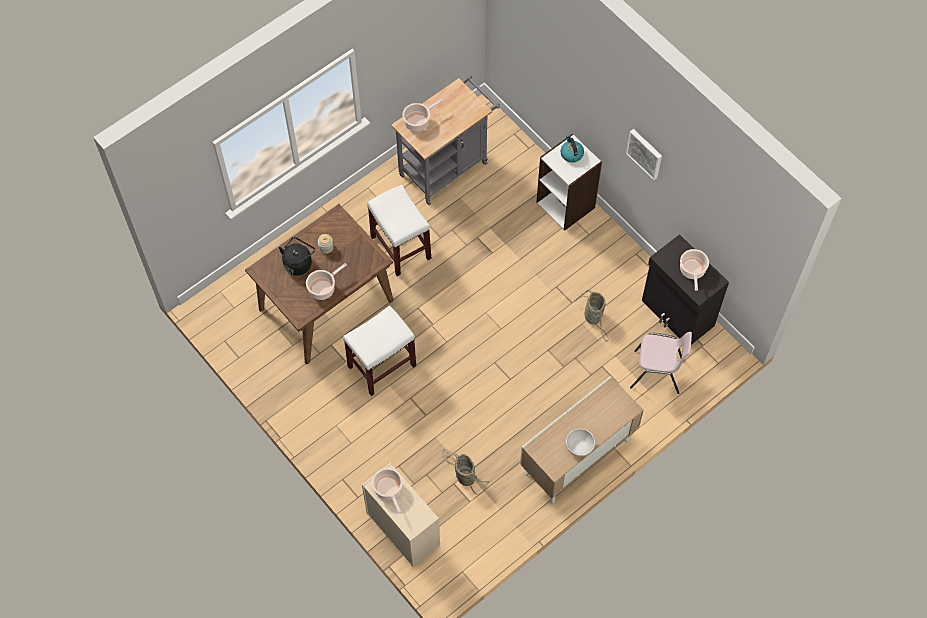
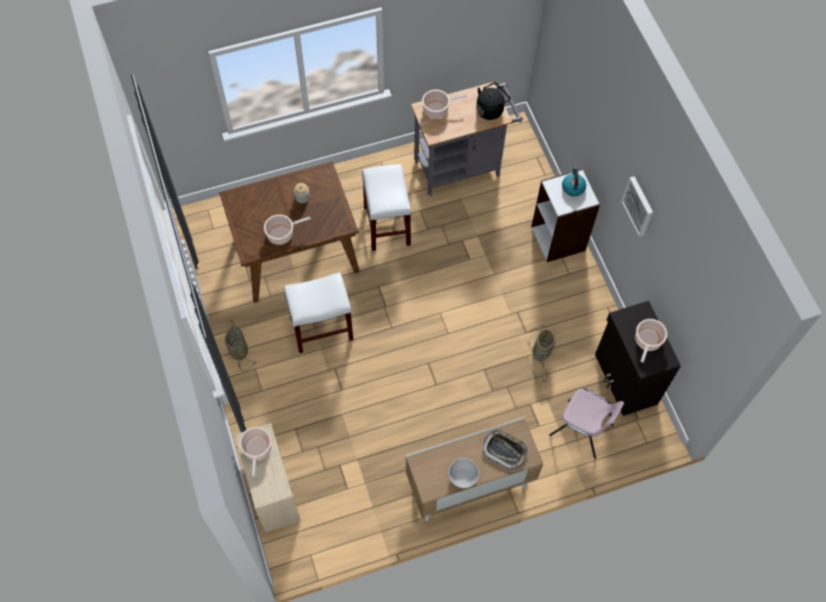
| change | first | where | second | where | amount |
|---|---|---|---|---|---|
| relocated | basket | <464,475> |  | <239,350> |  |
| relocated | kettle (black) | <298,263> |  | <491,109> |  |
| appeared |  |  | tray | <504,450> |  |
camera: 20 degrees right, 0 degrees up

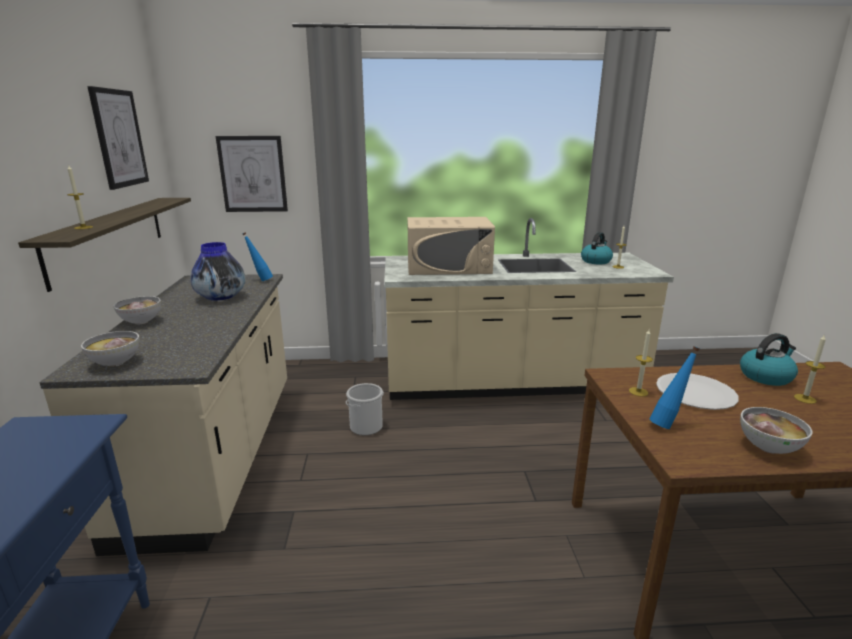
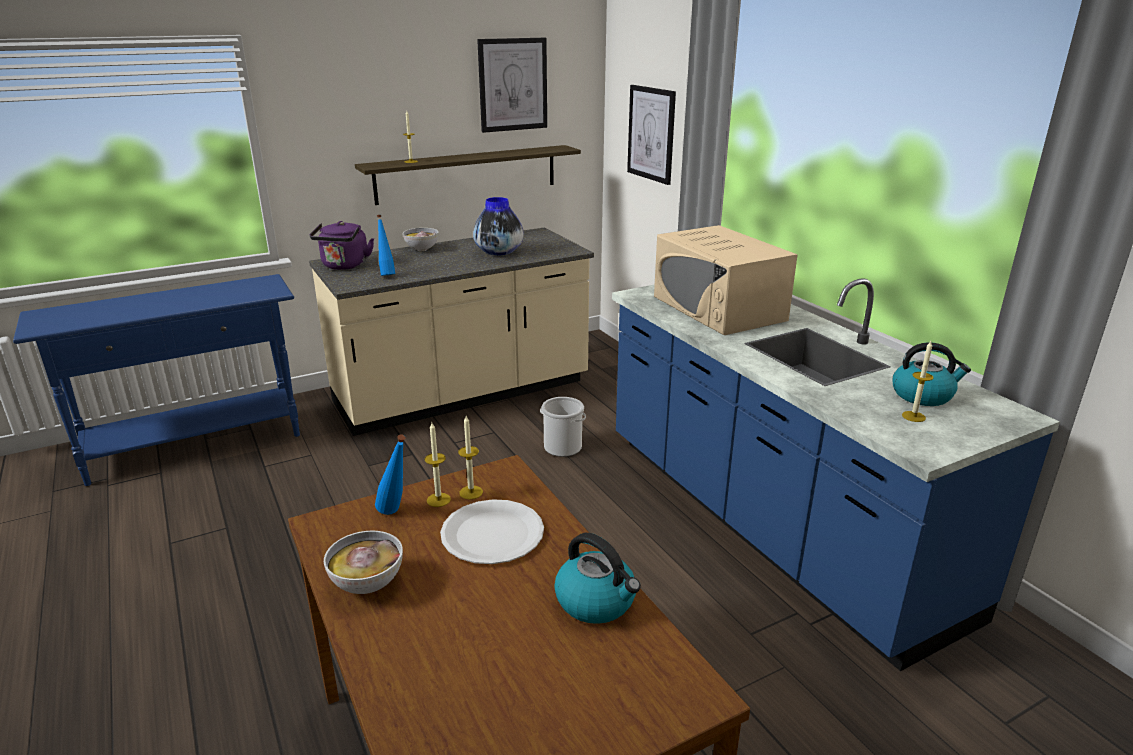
| change | first | where | second | where | amount |
|---|---|---|---|---|---|
| exchanged | bowl | <115,363> | kettle (purple) | <344,266> |  |
| relocated | bottle (blue) | <260,280> |  | <387,274> |  |
| relocated | candle | <805,399> |  | <438,500> |  |
| colour | counter (beige) | <511,382> | counter (blue) | <770,522> |  |
camera: 65 degrees right, 5 degrees up

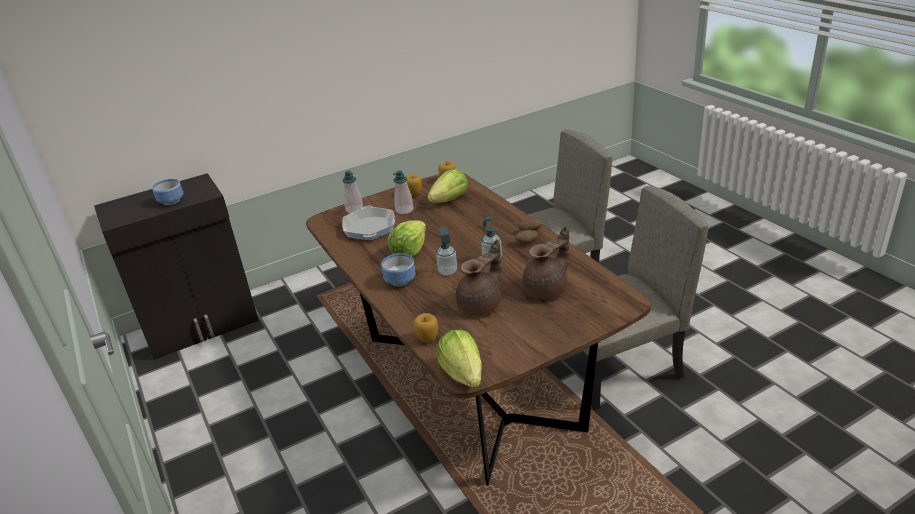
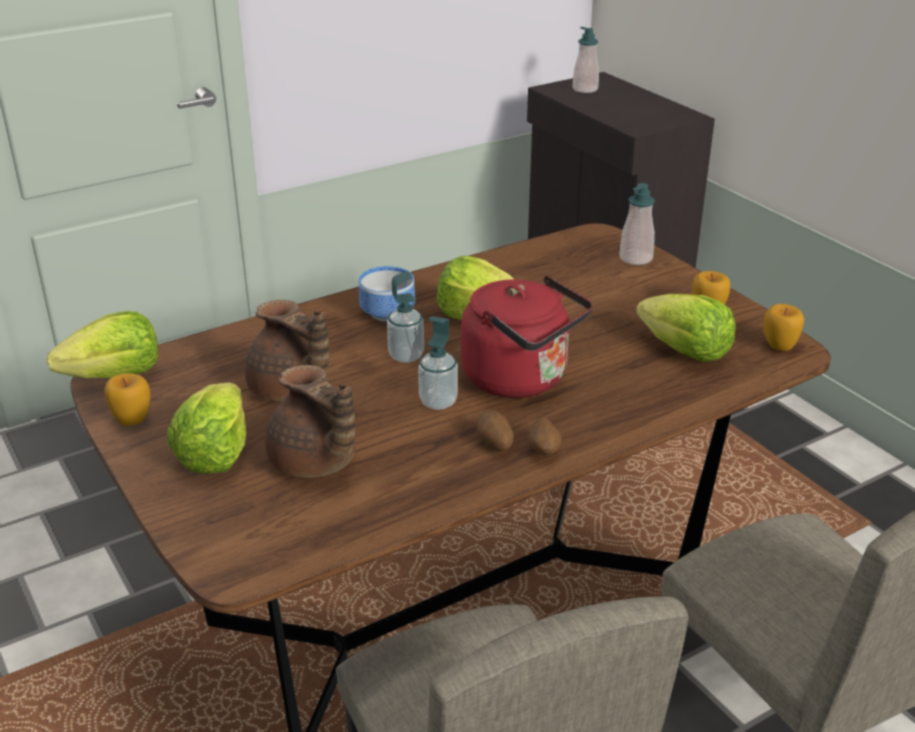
| change | first | where | second | where | amount |
|---|---|---|---|---|---|
| relocated | apple | <427,339> |  | <132,419> |  |
| appeared |  |  | lettuce | <215,453> |  |
| appeared |  |  | kettle (red) | <521,379> |  |
| relocated | soap dispenser | <404,210> |  | <585,89> |  |
| missing | bowl | <172,201> |  |  |  |
| missing | frying pan | <369,228> |  |  |  |
camera: 85 degrees right, 0 degrees up

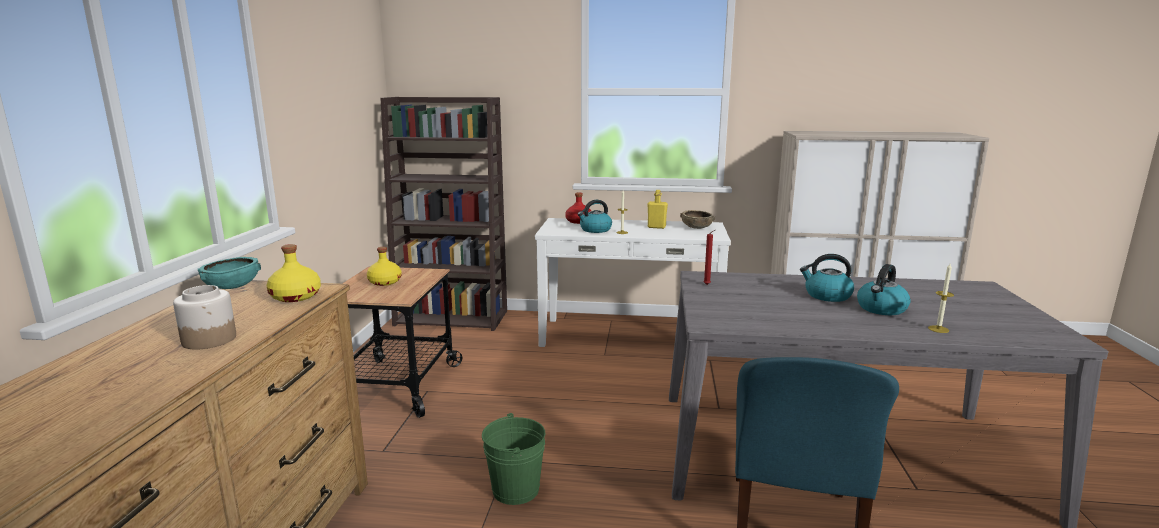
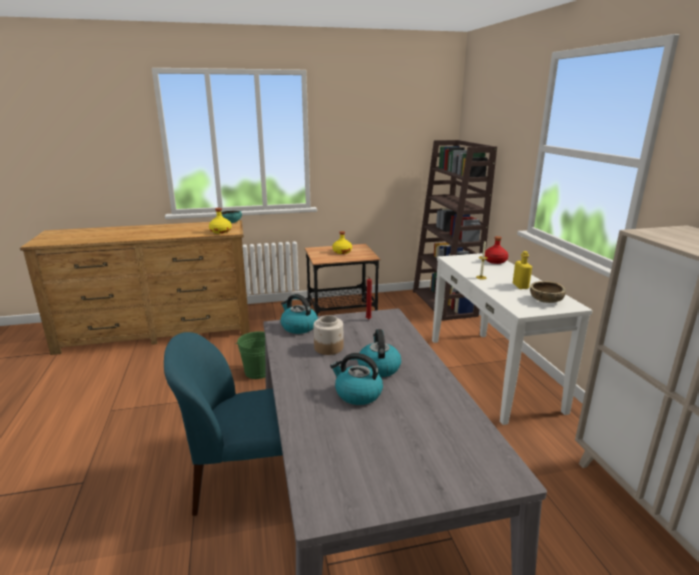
| change | first | where | second | where | amount |
|---|---|---|---|---|---|
| relocated | kettle | <595,230> |  | <298,327> |  |
| relocated | jar | <210,339> |  | <329,348> |  |
| missing | candle | <938,329> |  |  |  |
camera: 70 degrees right, 5 degrees up

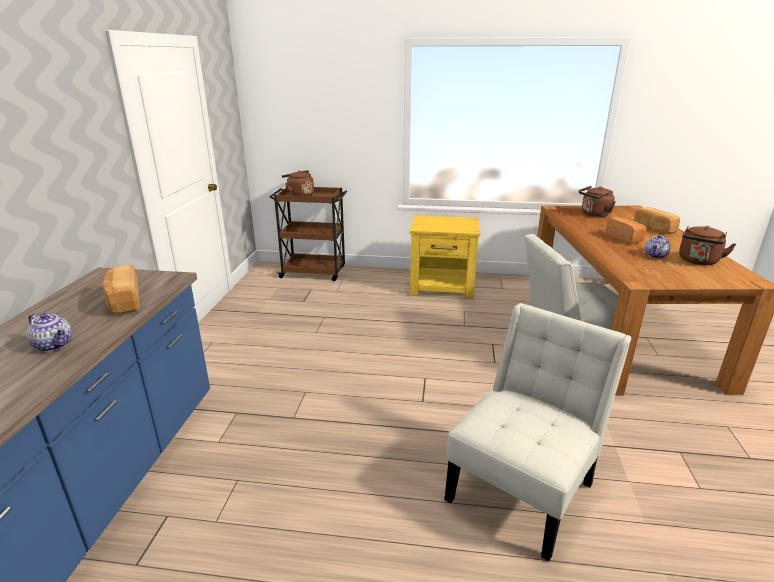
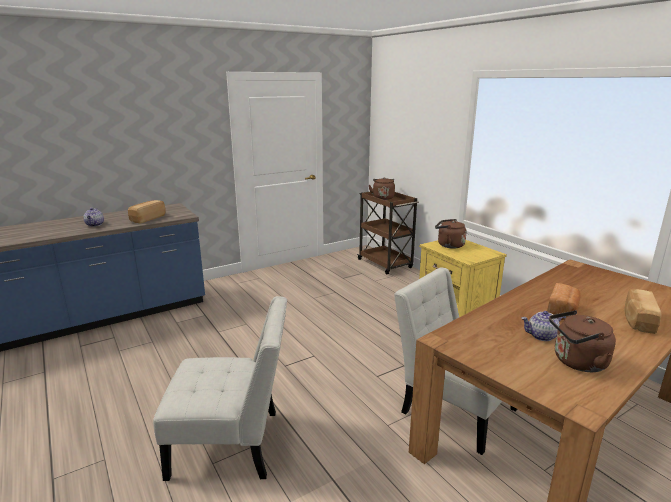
| change | first | where | second | where | amount |
|---|---|---|---|---|---|
| relocated | kettle (brown) | <594,214> |  | <448,245> |  |
camera: 50 degrees right, 5 degrees down

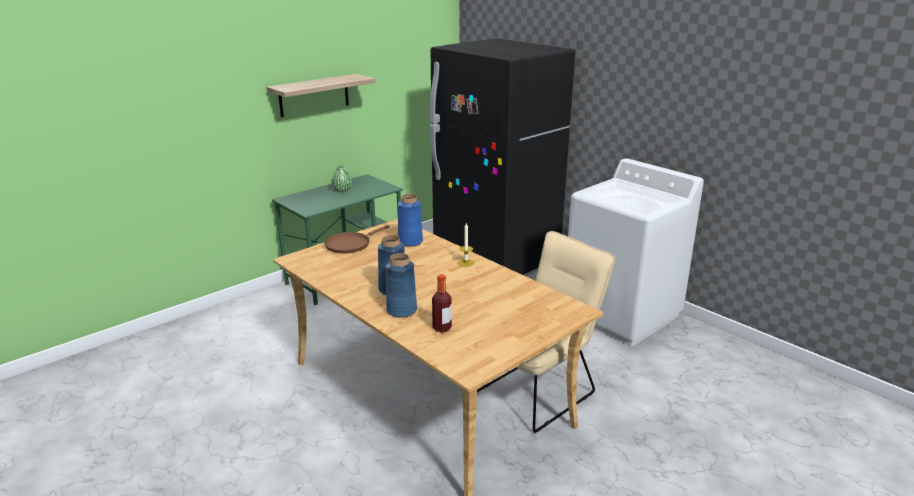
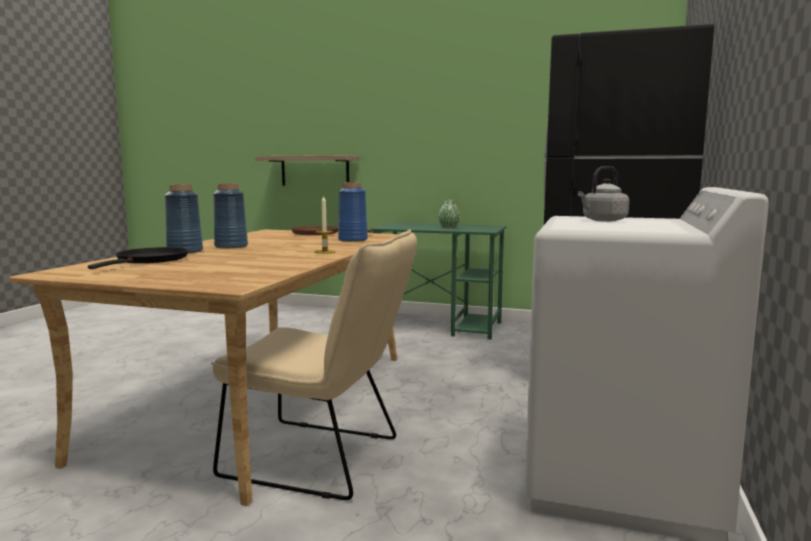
| change | first | where | second | where | amount |
|---|---|---|---|---|---|
| exchanged | bottle | <442,328> | frying pan (black) | <150,260> |  |
| relocated | shelf | <314,95> |  | <315,171> |  |
| appeared |  |  | kettle (grey) | <602,220> |  |
camera: 60 degrees right, 15 degrees down

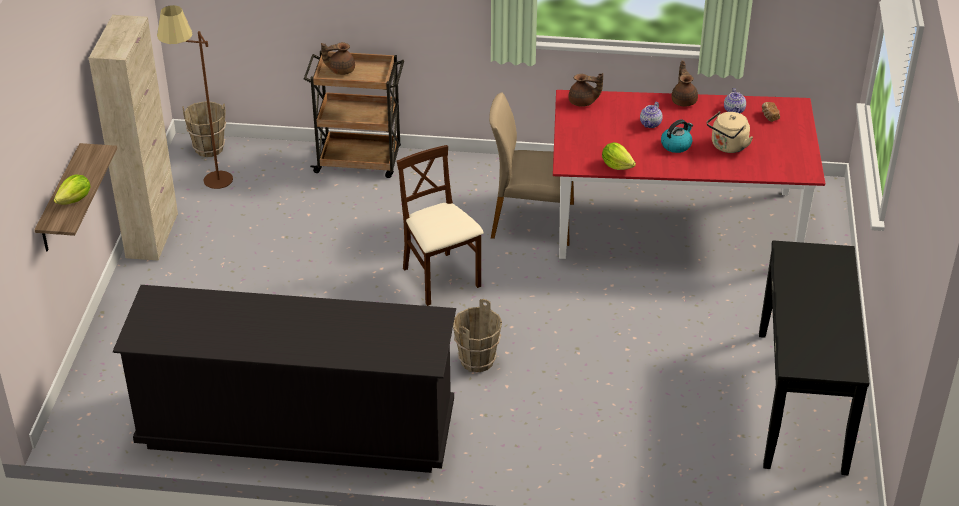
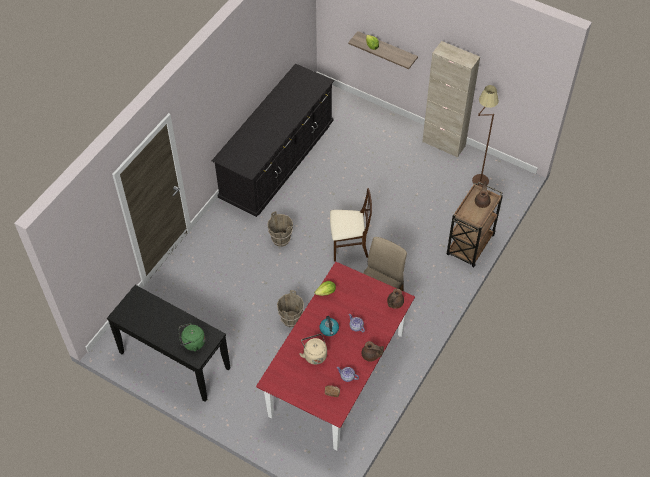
| change | first | where | second | where | amount |
|---|---|---|---|---|---|
| appeared |  |  | kettle (green) | <192,343> |  |
| relocated | bucket (brown) | <209,148> |  | <291,319> |  |
camera: 115 degrees right, 15 degrees up

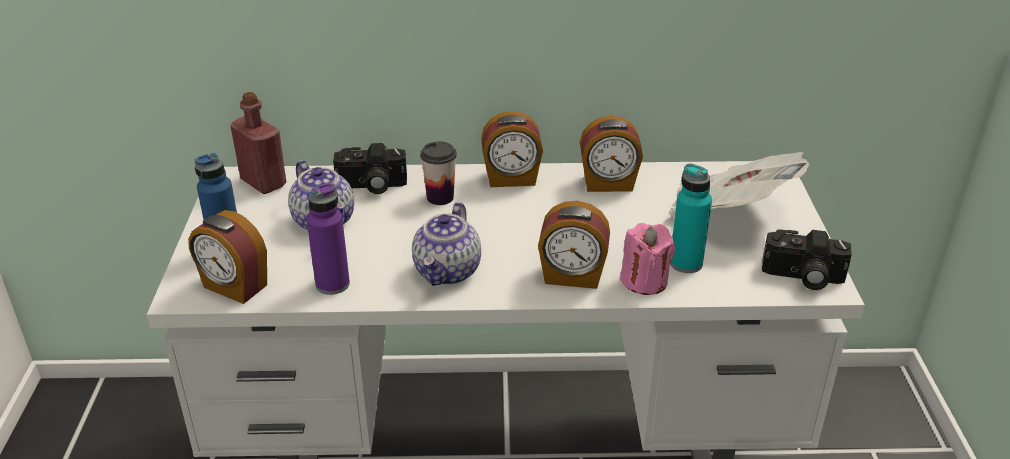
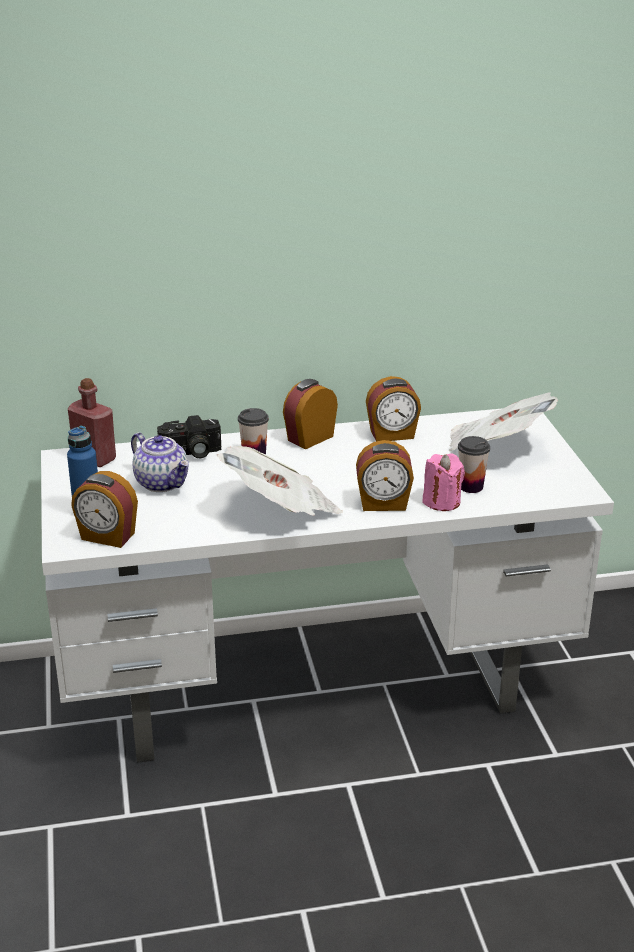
| change | first | where | second | where | amount |
|---|---|---|---|---|---|
| exchanged | teapot | <448,272> | newspaper | <281,510> |  |
| spun | alarm clock | <511,179> |  | <309,438> | 150 degrees clockwise |
| exchanged | bottle (turquoise) | <686,263> | cup | <471,487> |  |
| missing | bottle (purple) | <332,284> |  |  |  |
| missing | photo camera | <802,277> |  |  |  |
camera: 10 degrees left, 5 degrees down

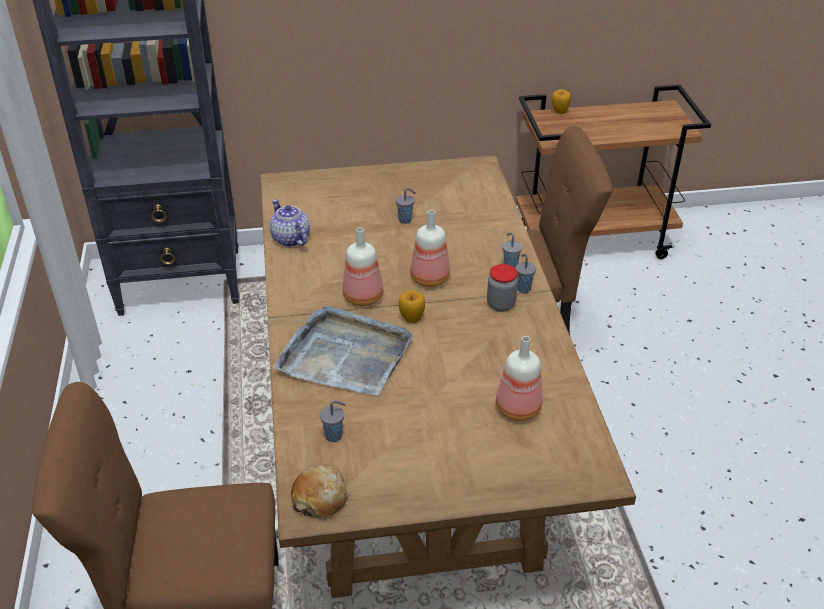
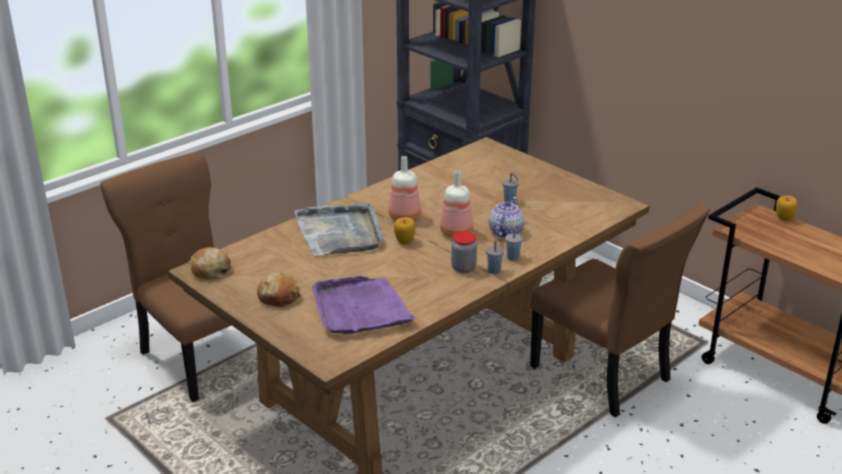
| change | first | where | second | where | amount |
|---|---|---|---|---|---|
| appeared |  |  | bread | <279,297> |  |
| exchanged | bottle | <516,408> | tray (purple) | <360,309> |  |
| relocated | teapot | <290,238> |  | <505,231> |  |
| missing | cup (grey) | <334,436> |  |  |  |
camera: 55 degrees right, 10 degrees down

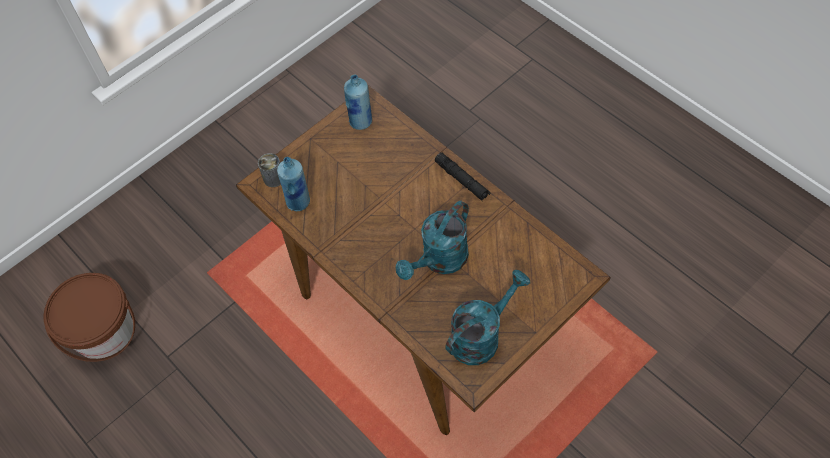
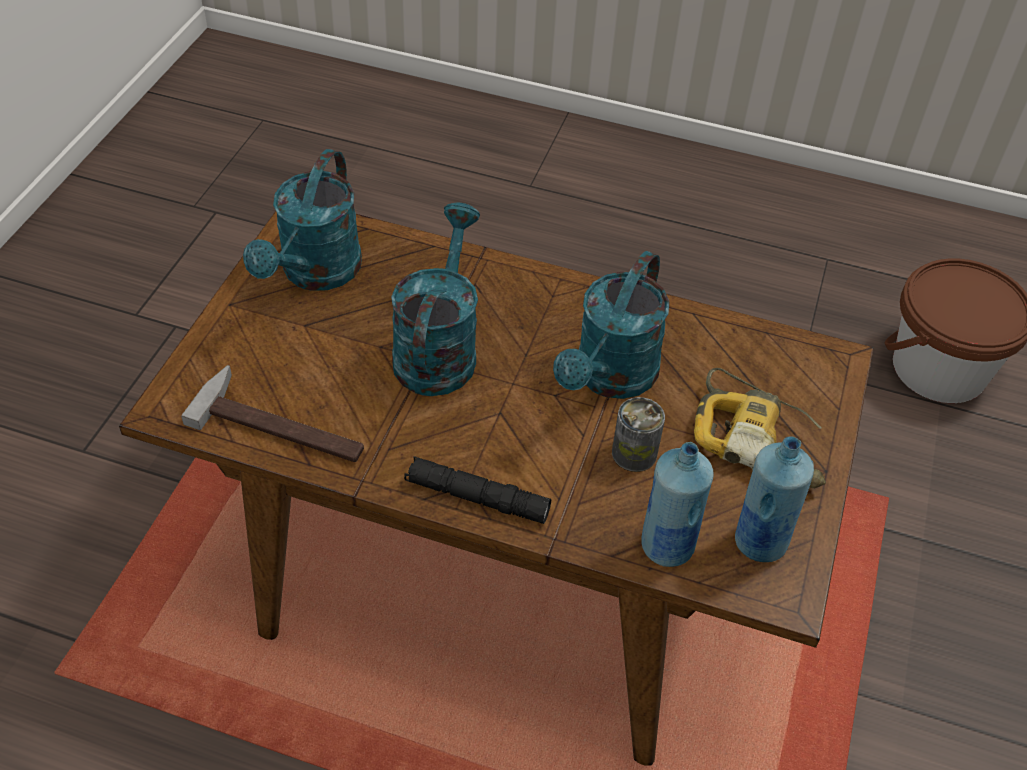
| change | first | where | second | where | amount |
|---|---|---|---|---|---|
| appeared |  |  | hammer | <282,424> |  |
| appeared |  |  | watering can (turquoise) | <610,378> |  |
| relocated | can | <274,178> |  | <634,453> |  |
| relocated | bottle (blue) | <299,202> |  | <666,547> |  |
| appeared |  |  | power drill | <759,440> |  |
camera: 145 degrees right, 10 degrees down

